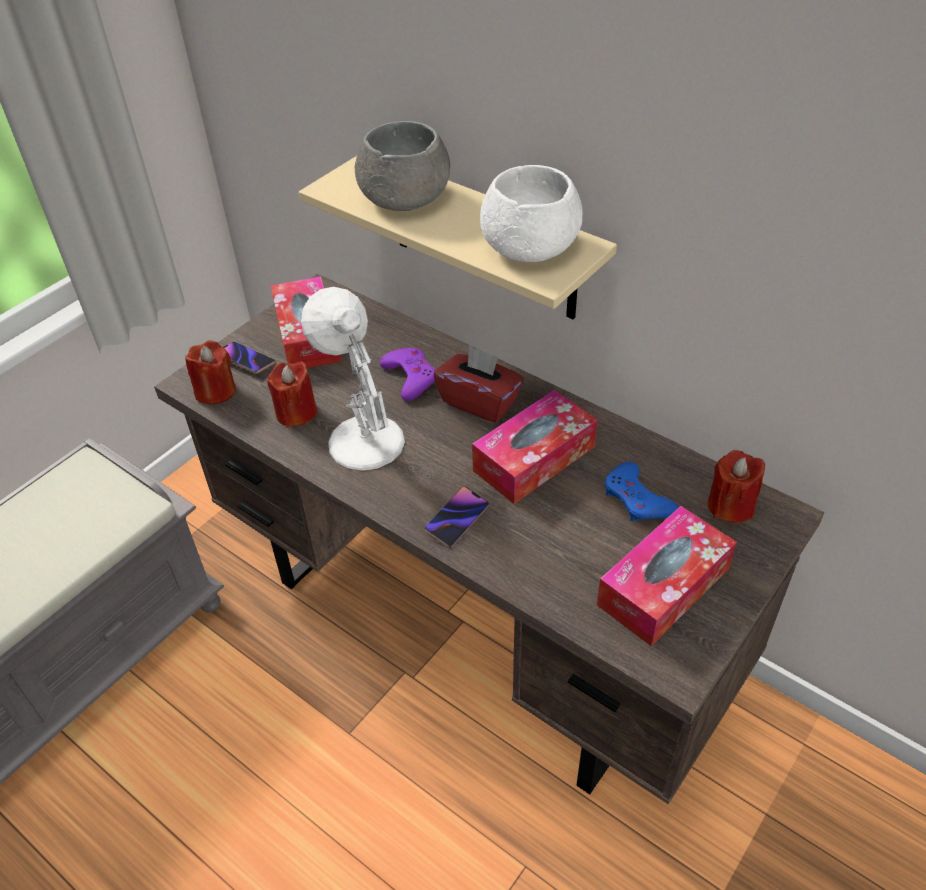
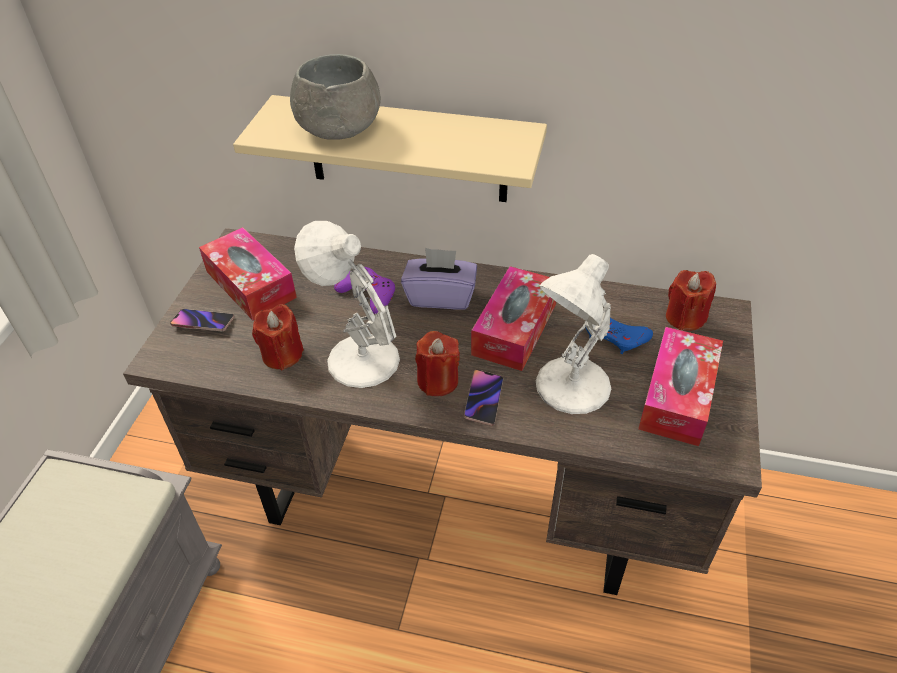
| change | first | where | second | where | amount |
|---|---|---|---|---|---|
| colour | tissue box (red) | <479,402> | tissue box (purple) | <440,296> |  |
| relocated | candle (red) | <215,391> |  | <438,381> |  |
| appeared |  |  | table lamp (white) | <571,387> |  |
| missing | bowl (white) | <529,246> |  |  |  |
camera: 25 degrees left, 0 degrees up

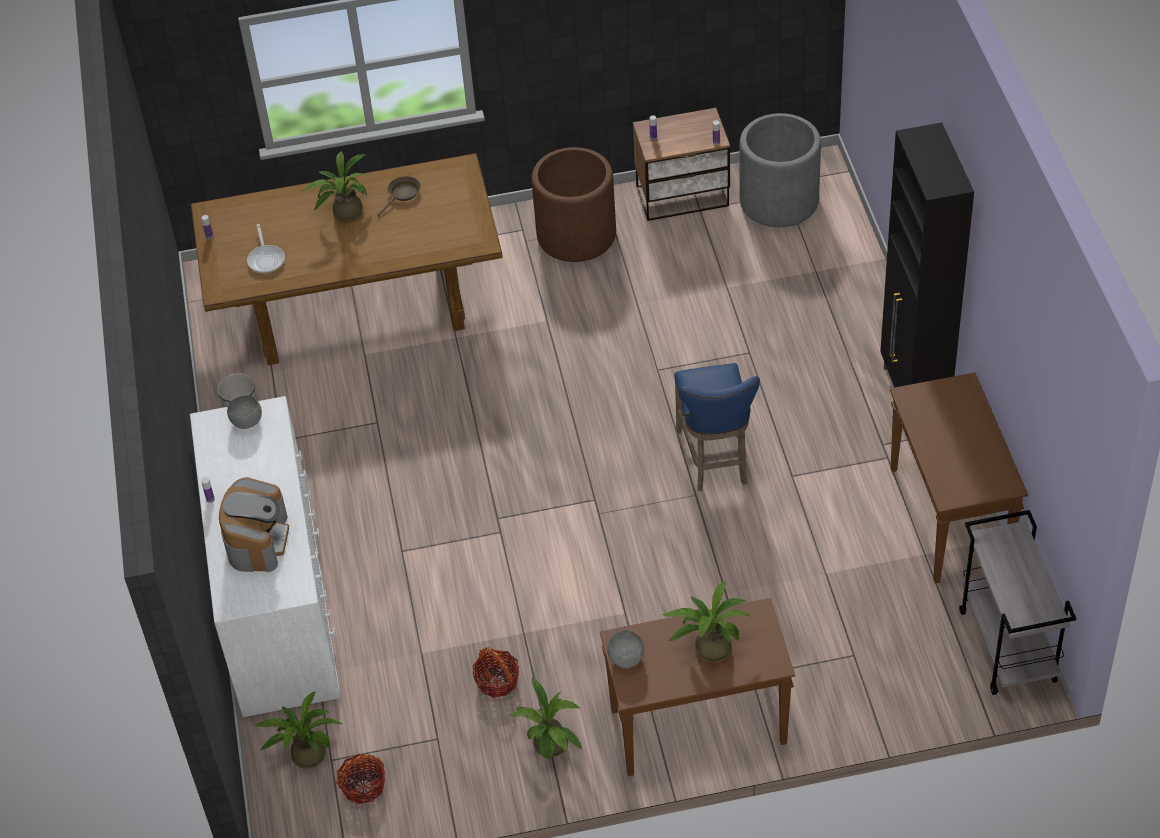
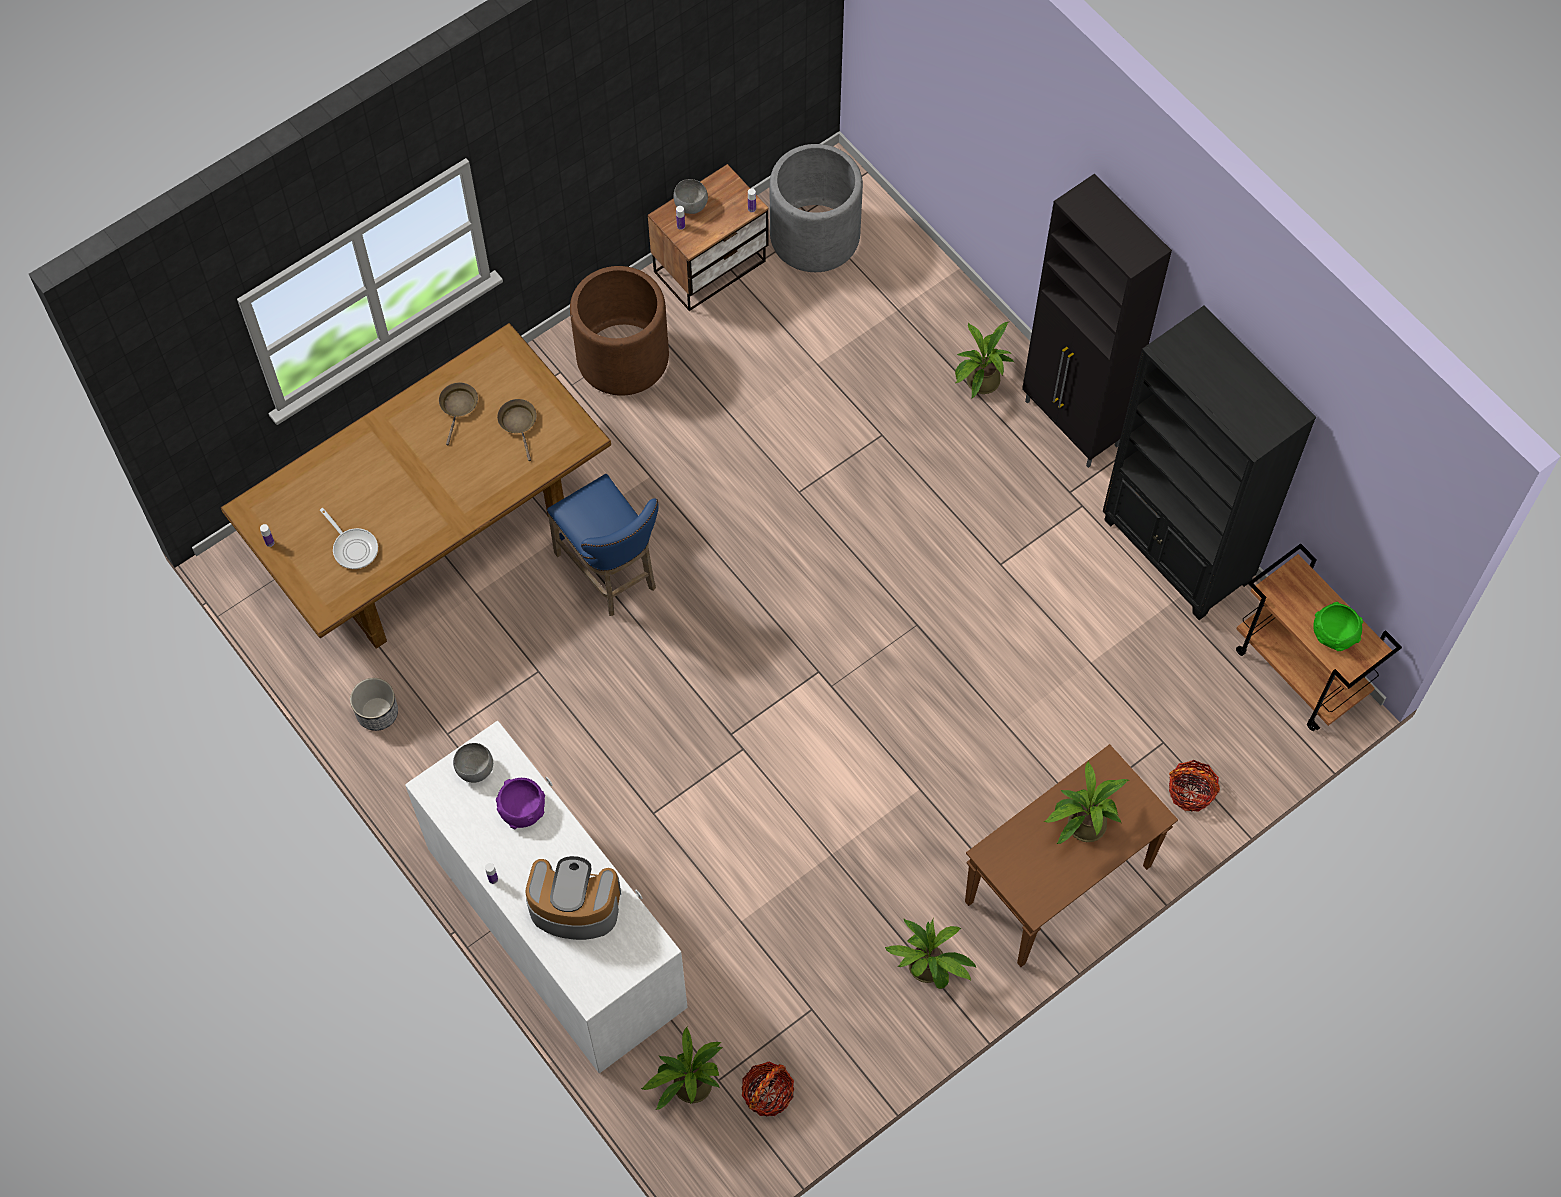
| change | first | where | second | where | amount |
|---|---|---|---|---|---|
| appeared |  |  | bowl (purple) | <521,807> |  |
| appeared |  |  | frying pan (brown) | <519,423> |  |
| spun | coffee machine | <257,540> |  | <574,906> | 60 degrees counterclockwise |
| relocated | stool (blue) | <714,460> |  | <610,574> |  |
| relocated | bowl (grey) | <625,658> |  | <690,205> |  |
| relocated | potted plant | <344,213> |  | <979,383> |  |
| exchanged | console table (brown) | <950,519> | bookcase (black) | <1176,552> |  |
| relocated | basket | <497,681> |  | <1191,792> |  |
| colour | cart (grey) | <1008,647> | cart (brown) | <1300,672> |  |
| appeared |  |  | bowl (green) | <1335,632> |  |
camera: 30 degrees left, 15 degrees up

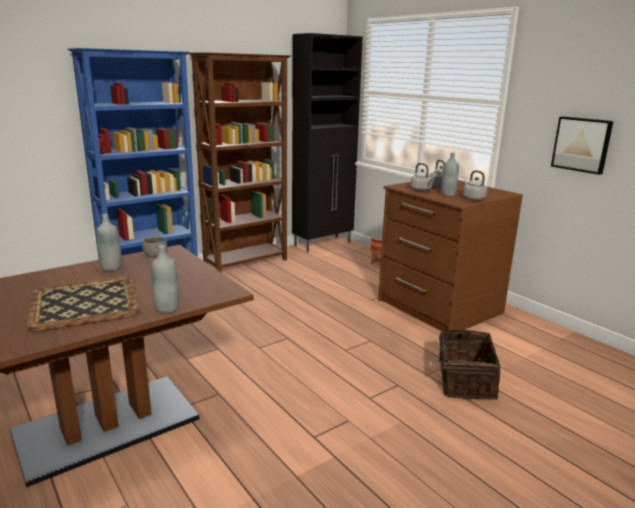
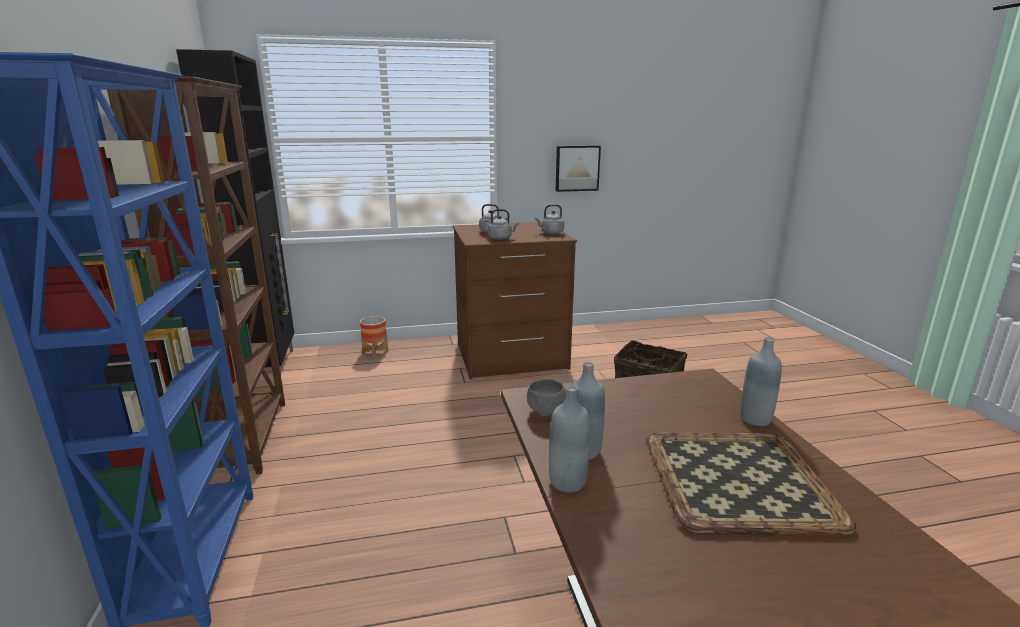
| change | first | where | second | where | amount |
|---|---|---|---|---|---|
| relocated | bottle (grey) | <448,194> |  | <567,482> |  |
camera: 65 degrees left, 0 degrees up

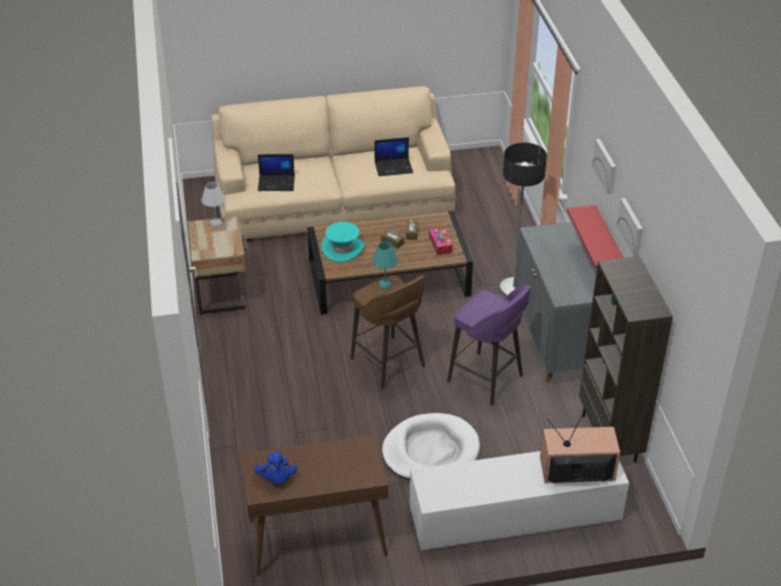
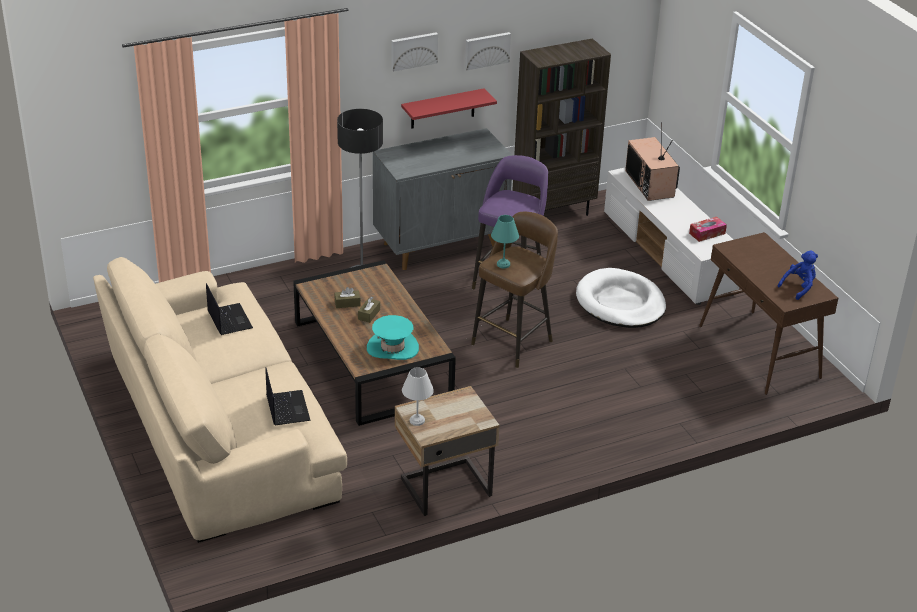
| change | first | where | second | where | amount |
|---|---|---|---|---|---|
| relocated | tissue box | <440,245> |  | <707,233> |  |
camera: 105 degrees left, 5 degrees down

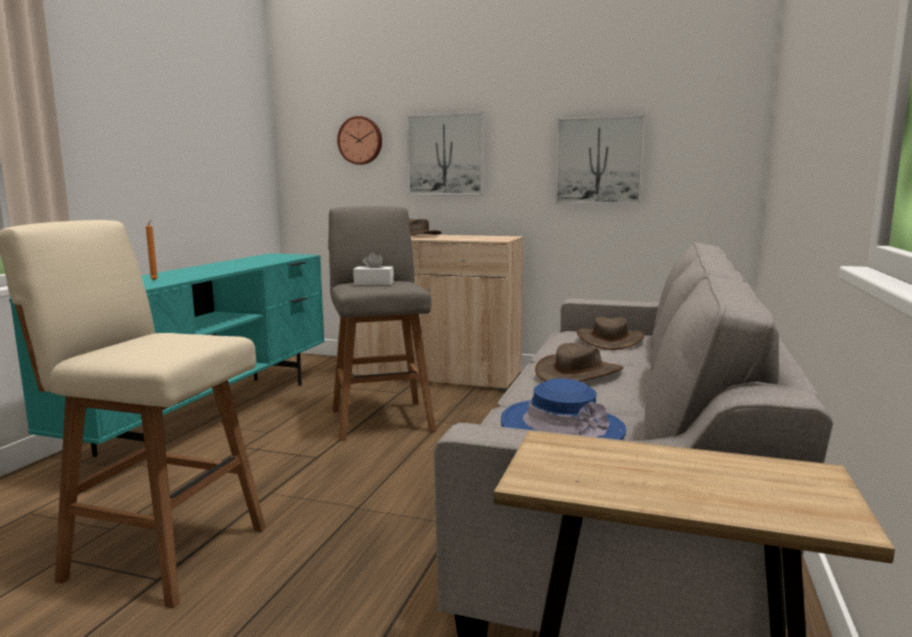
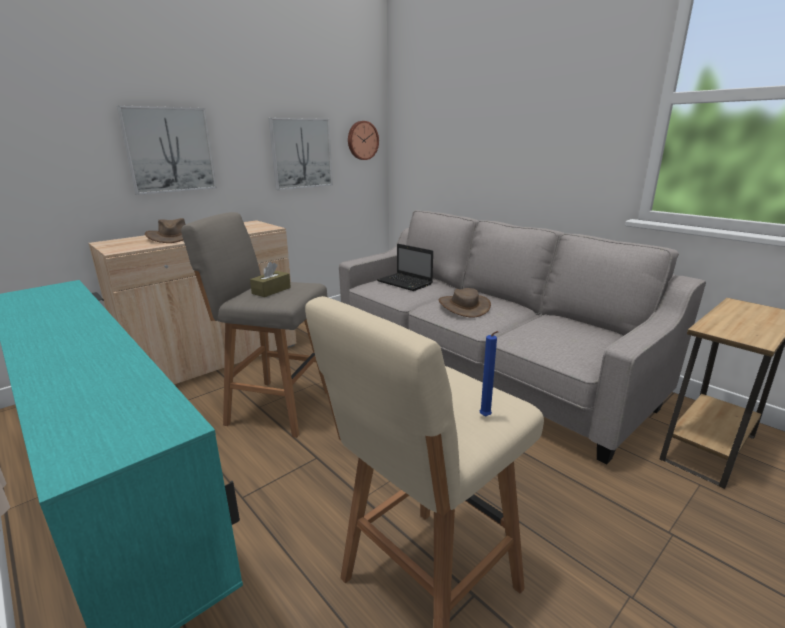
| change | first | where | second | where | amount |
|---|---|---|---|---|---|
| colour | tissue box (white) | <373,283> | tissue box (brown) | <271,290> |  |
| relocated | wall clock | <360,140> |  | <362,140> |  |
| exchanged | hat (brown) | <610,340> | laptop | <405,283> |  |
| appeared |  |  | candle (blue) | <486,417> |  |
| missing | candle (orange) | <155,280> |  |  |  |
| missing | hat (blue) | <562,428> |  |  |  |
camera: 60 degrees left, 10 degrees up

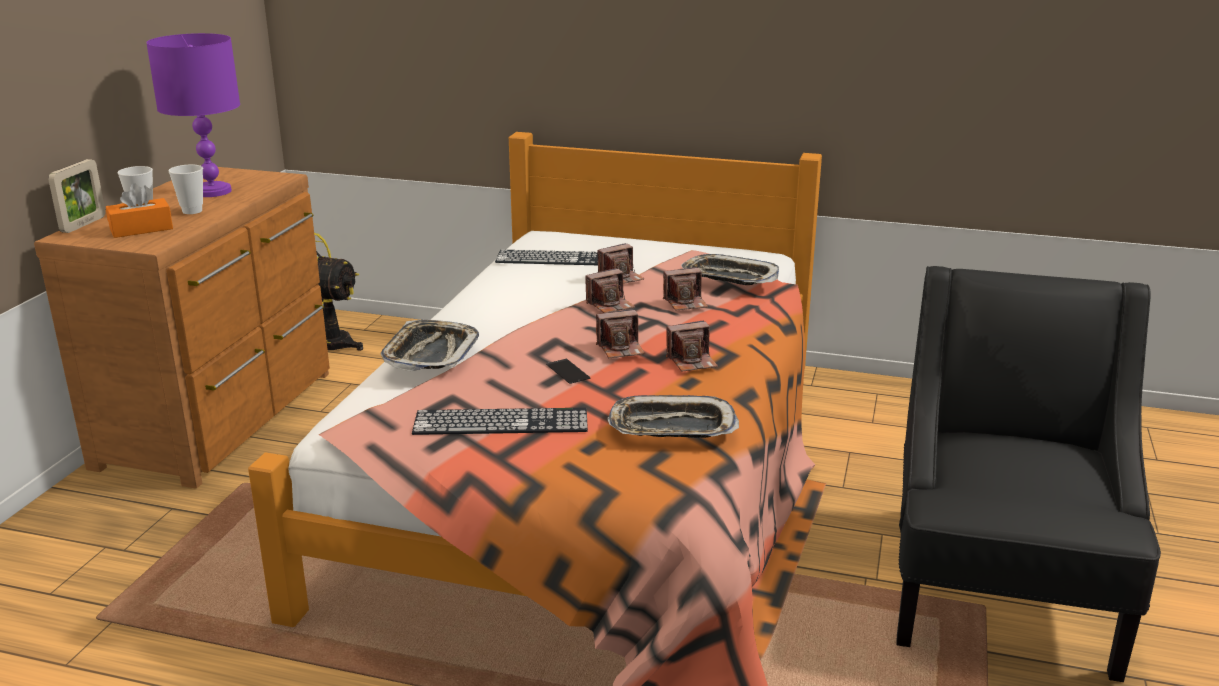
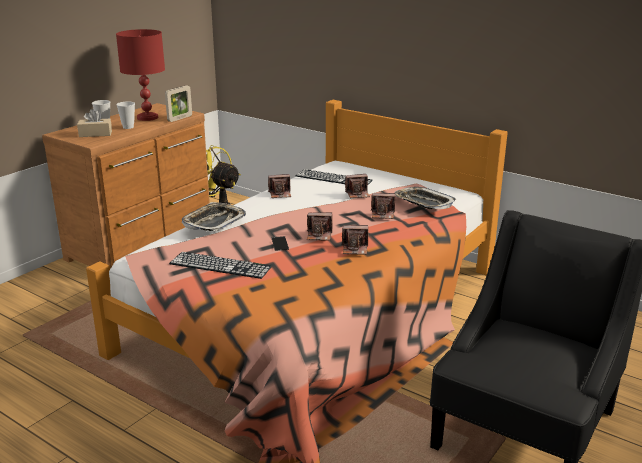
| change | first | where | second | where | amount |
|---|---|---|---|---|---|
| colour | tissue box (orange) | <141,229> | tissue box (beige) | <95,134> |  |
| colour | table lamp (purple) | <211,192> | table lamp (red) | <147,118> |  |
| relocated | picture frame | <83,224> |  | <180,118> |  |
| relocated | photo camera | <610,305> |  | <280,194> |  |
| missing | tray | <671,427> |  |  |  |
camera: 20 degrees right, 0 degrees up

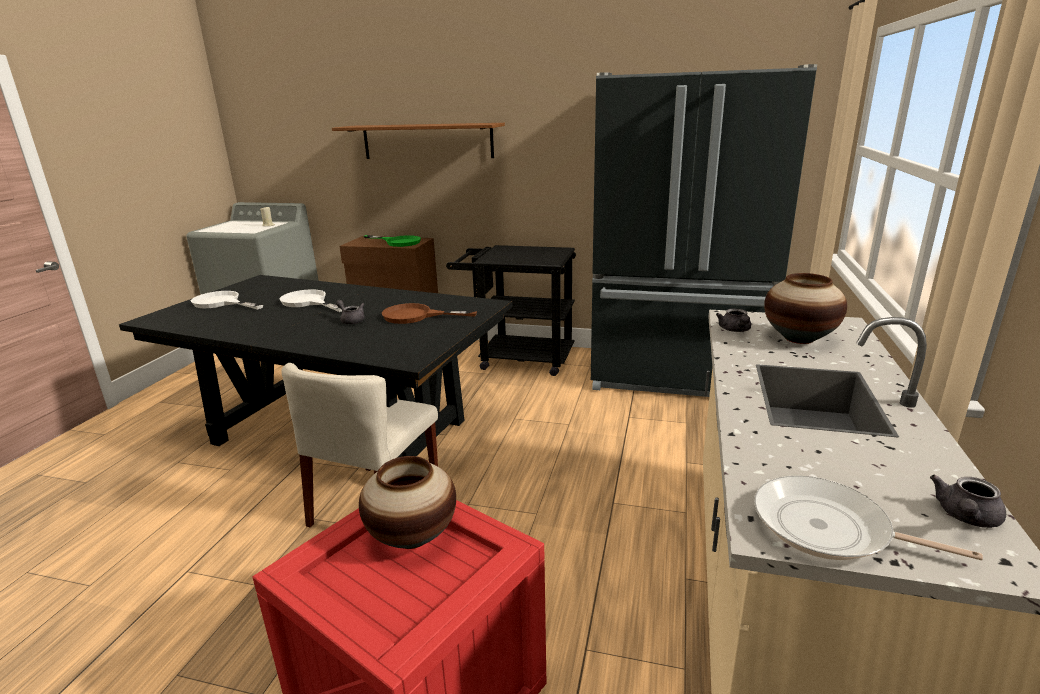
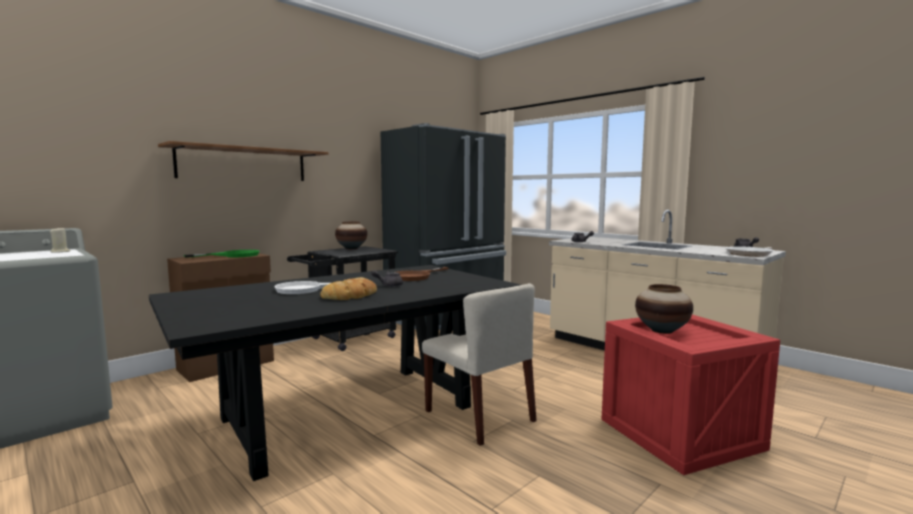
| change | first | where | second | where | amount |
|---|---|---|---|---|---|
| appeared |  |  | bread | <351,296> |  |
| relocated | vase | <799,338> |  | <351,248> |  |
| missing | frying pan (white) | <222,303> |  |  |  |
camera: 60 degrees left, 15 degrees down

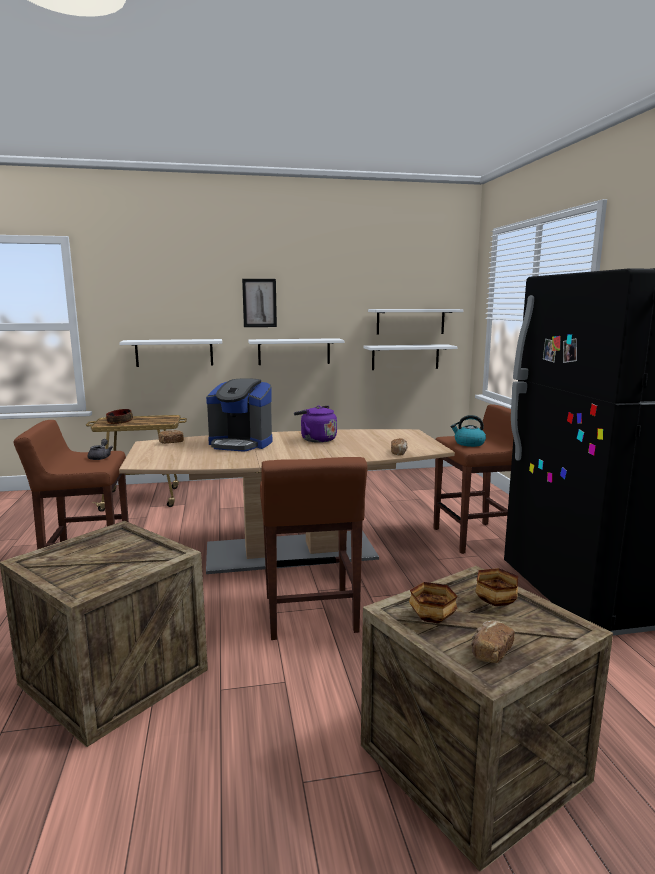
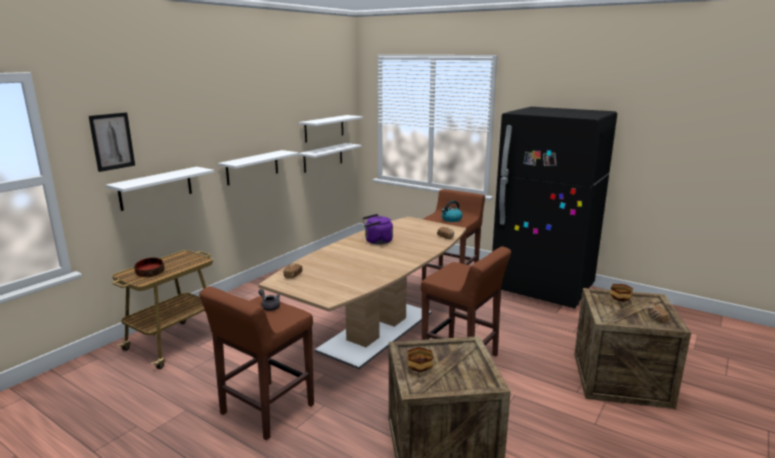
| change | first | where | second | where | amount |
|---|---|---|---|---|---|
| relocated | picture | <259,303> |  | <112,141> |  |
| relocated | bowl | <433,618> |  | <419,368> |  |
| missing | coffee machine | <240,444> |  |  |  |
camera: 45 degrees left, 5 degrees up

